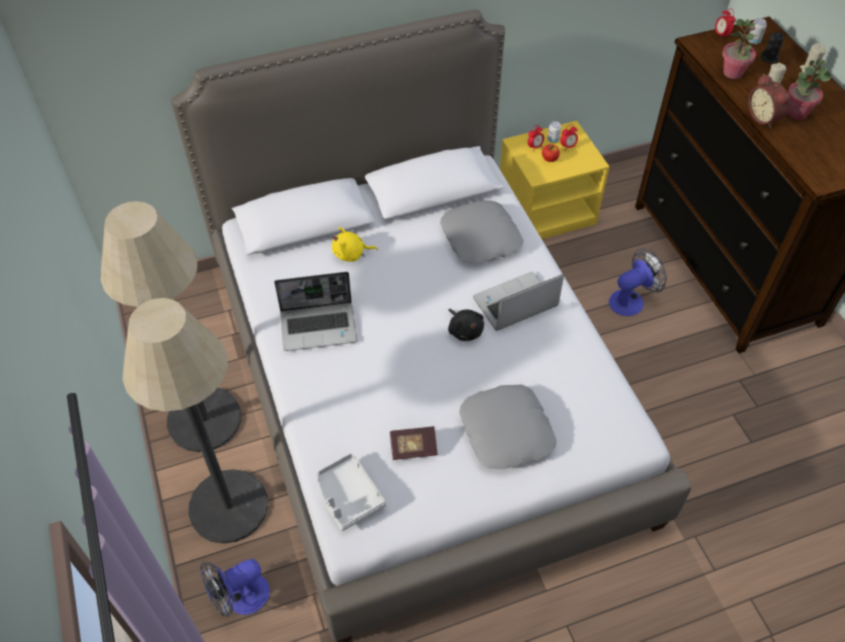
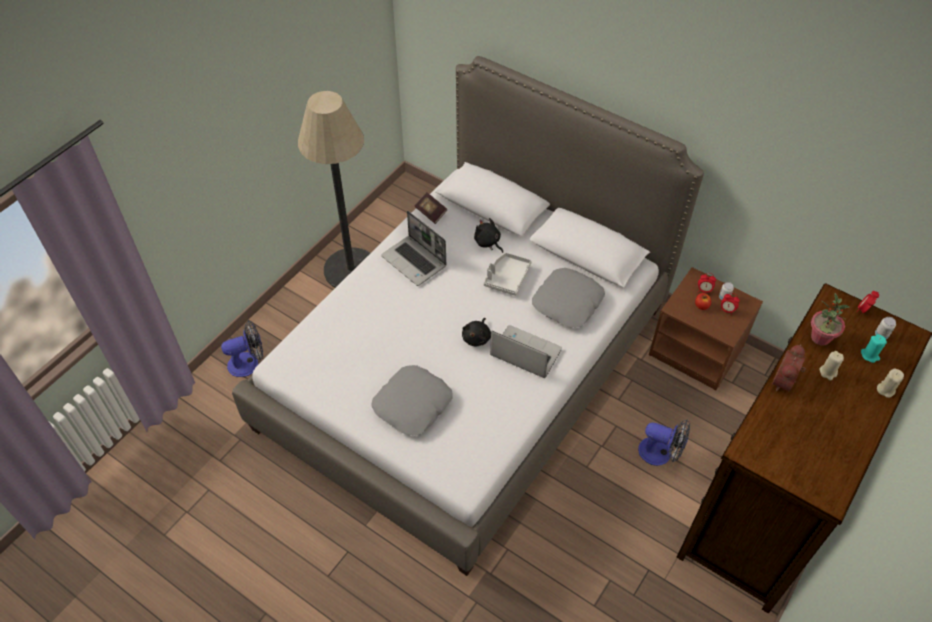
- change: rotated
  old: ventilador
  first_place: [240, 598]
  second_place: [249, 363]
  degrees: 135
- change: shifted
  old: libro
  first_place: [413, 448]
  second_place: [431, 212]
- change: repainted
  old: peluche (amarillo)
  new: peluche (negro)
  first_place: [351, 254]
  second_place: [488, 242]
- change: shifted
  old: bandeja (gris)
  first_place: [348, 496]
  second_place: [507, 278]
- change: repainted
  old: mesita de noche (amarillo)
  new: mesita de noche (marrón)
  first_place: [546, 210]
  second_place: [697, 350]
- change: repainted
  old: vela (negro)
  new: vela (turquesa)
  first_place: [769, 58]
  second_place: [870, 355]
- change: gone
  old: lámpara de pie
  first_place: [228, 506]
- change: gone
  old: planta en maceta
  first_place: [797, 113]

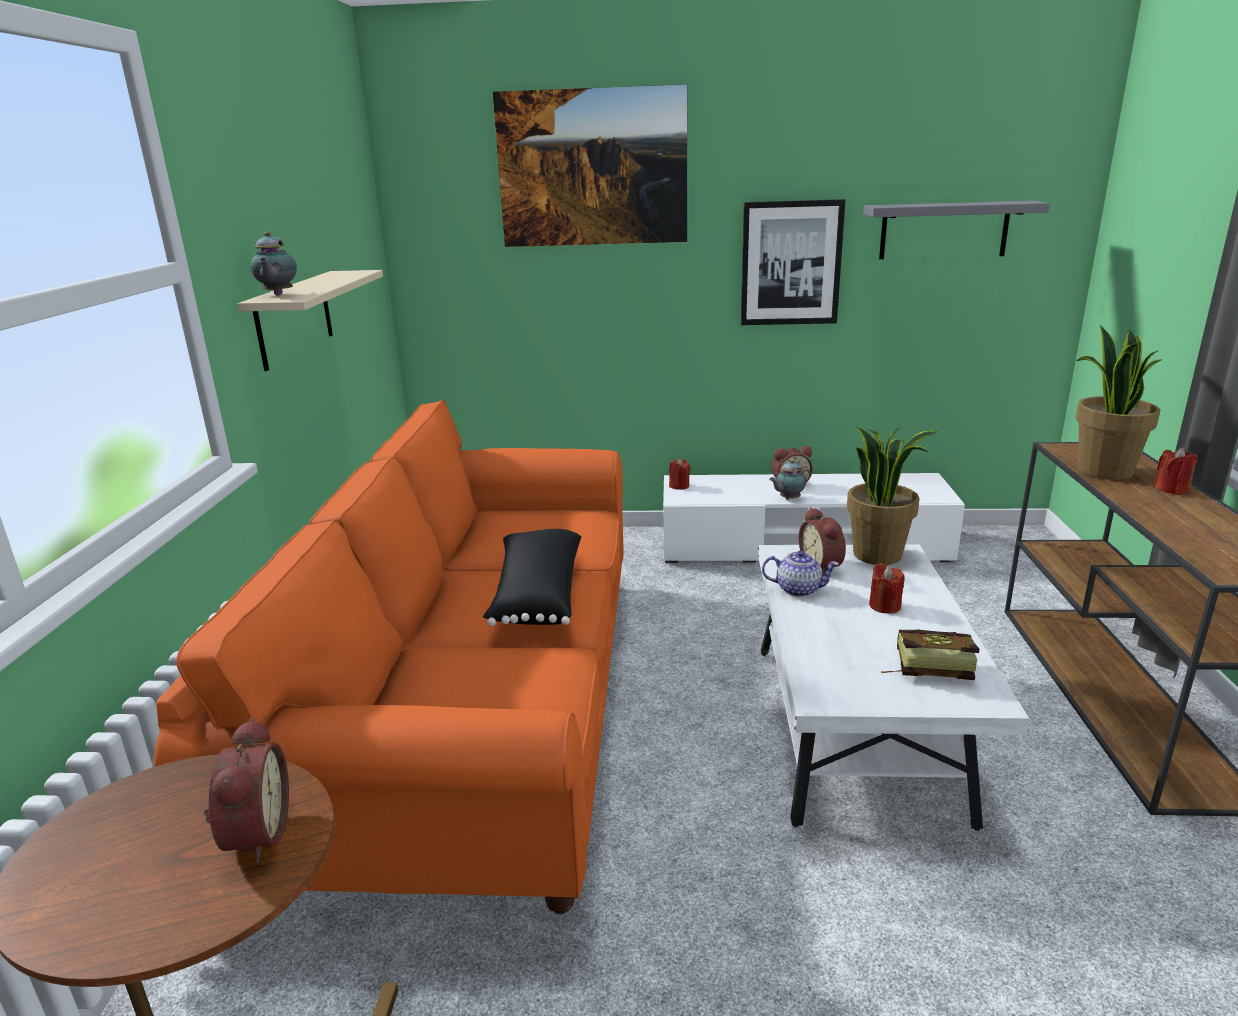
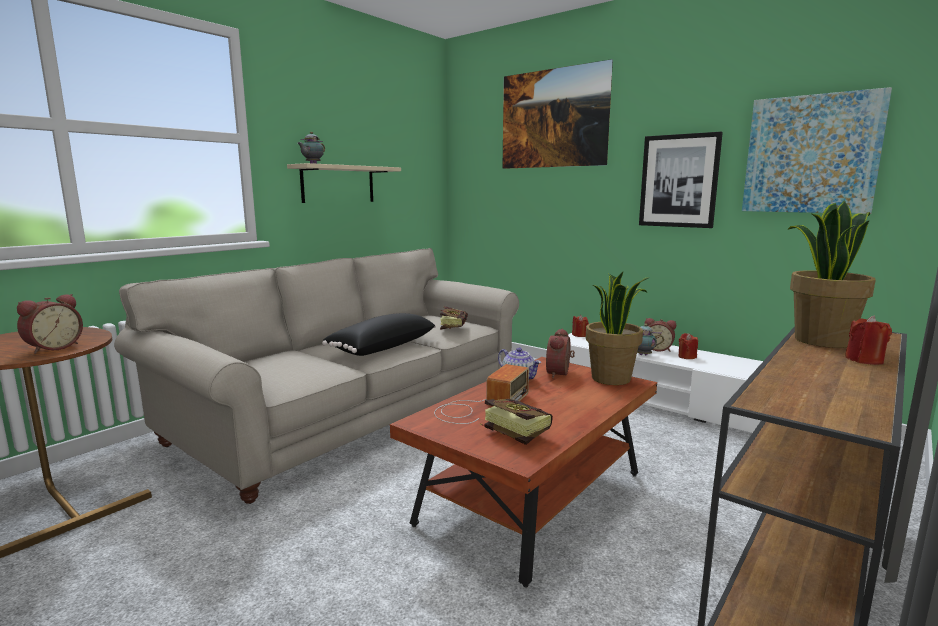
- change: repainted
  old: sofá (naranja)
  new: sofá (beis)
  first_place: [480, 704]
  second_place: [354, 412]
- change: repainted
  old: mesa de centro (blanco)
  new: mesa de centro (marrón)
  first_place: [855, 729]
  second_place: [533, 499]
- change: new
  new: radio
  second_place: [480, 406]
- change: new
  new: libro
  second_place: [454, 328]
- change: shifted
  old: vela (rojo)
  first_place: [884, 606]
  second_place: [687, 357]
- change: swapped
  old: estante (gris)
  new: cuadro
  first_place: [944, 230]
  second_place: [811, 154]

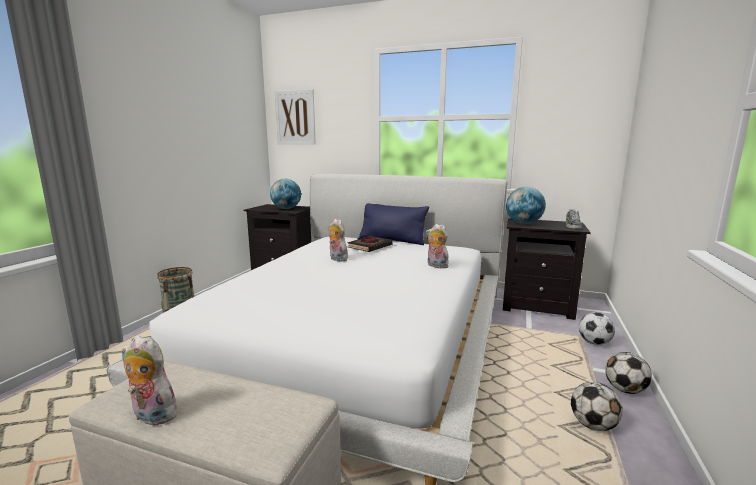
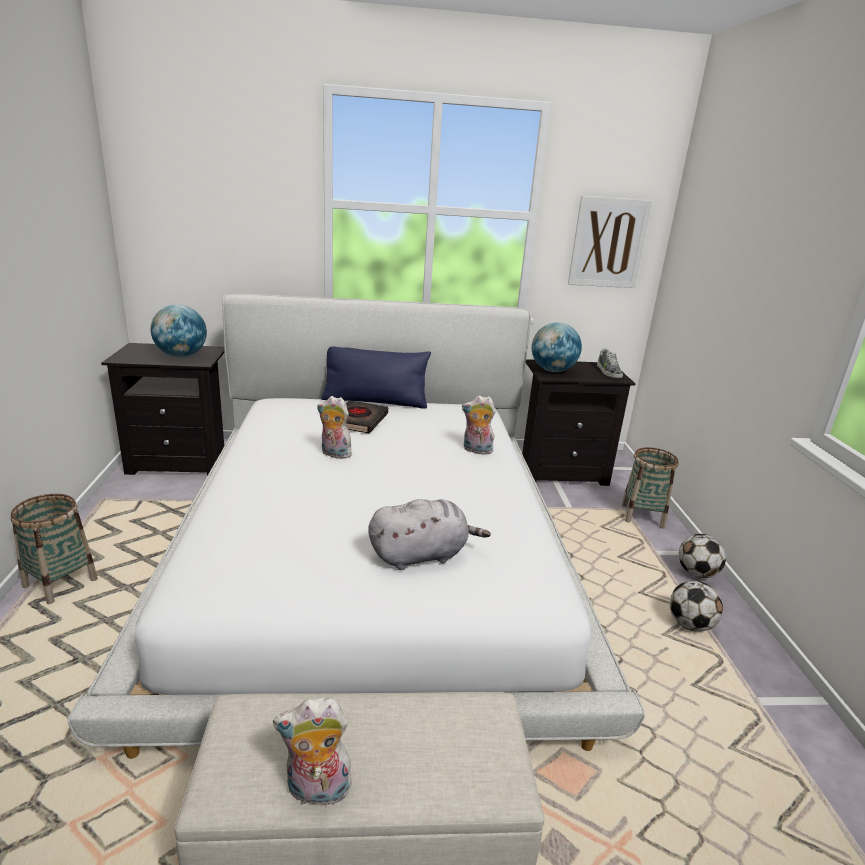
- change: new
  new: peluche (gris)
  second_place: [422, 555]
- change: shifted
  old: cuadro
  first_place: [295, 118]
  second_place: [608, 243]
- change: swapped
  old: balón de fútbol
  new: cesta
  first_place: [594, 343]
  second_place: [642, 516]

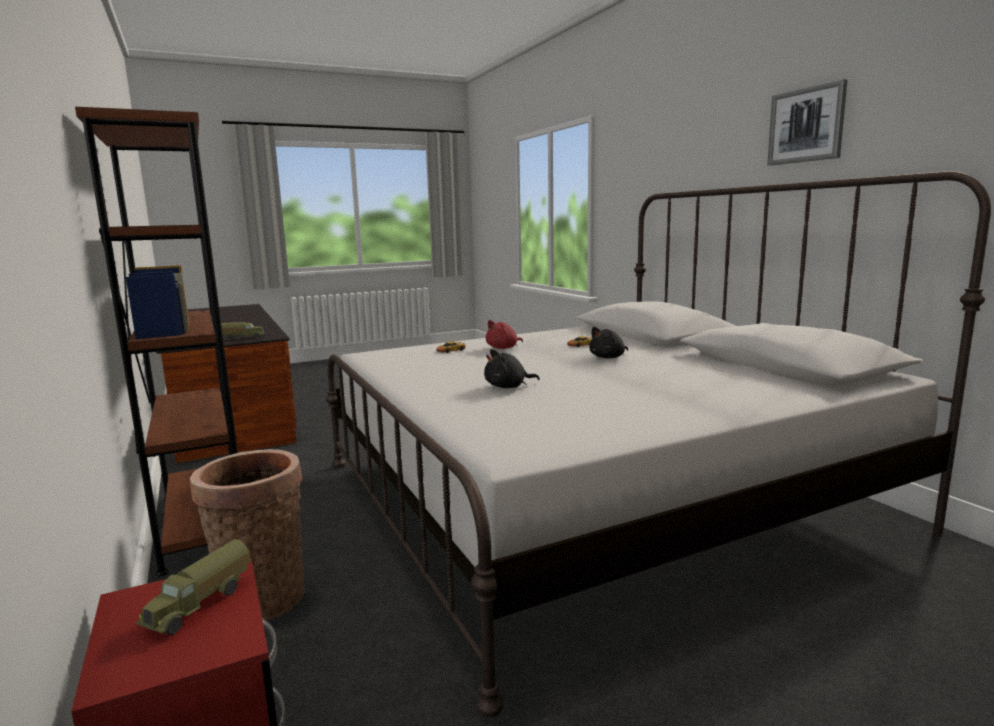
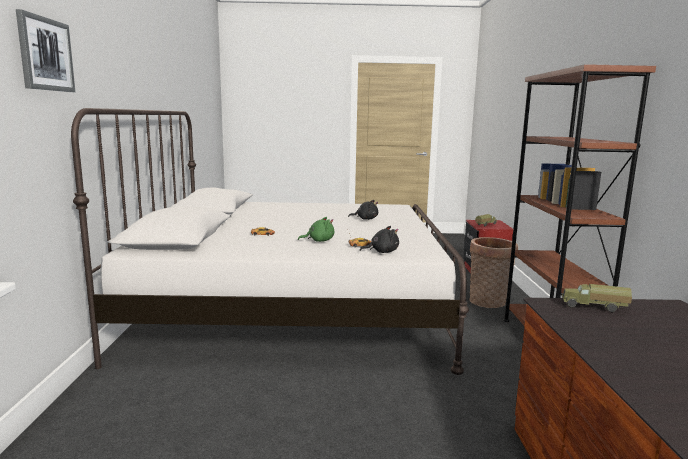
- change: shifted
  old: cuadro
  first_place: [806, 125]
  second_place: [45, 54]
- change: repainted
  old: peluche (rojo)
  new: peluche (verde)
  first_place: [503, 348]
  second_place: [319, 241]
- change: shifted
  old: peluche (negro)
  first_place: [608, 357]
  second_place: [382, 252]

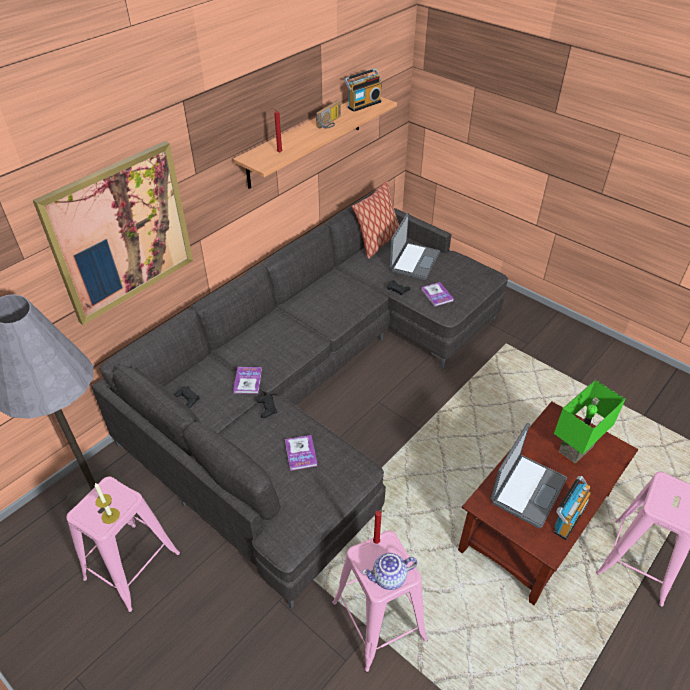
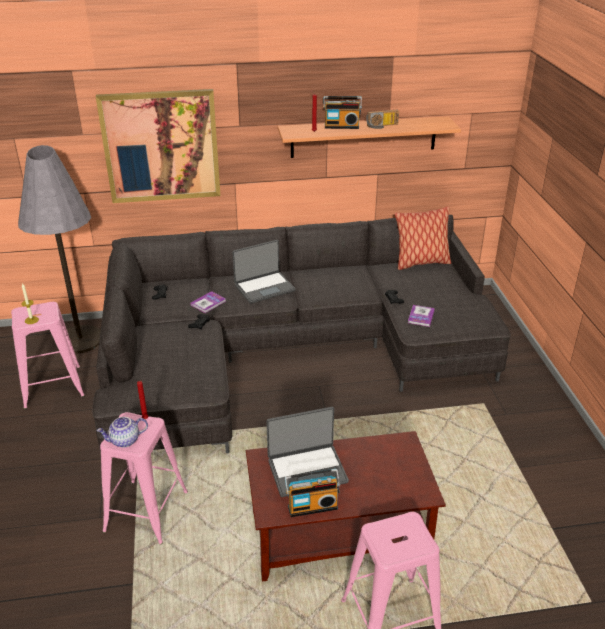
- change: rotated
  old: tetera
  first_place: [389, 578]
  second_place: [124, 441]
  degrees: -45
- change: shifted
  old: portátil
  first_place: [413, 261]
  second_place: [264, 287]
- change: shifted
  old: radio
  first_place: [363, 104]
  second_place: [341, 126]
- change: gone
  old: libro
  first_place: [301, 453]
- change: gone
  old: lámpara de mesa (verde)
  first_place: [574, 447]

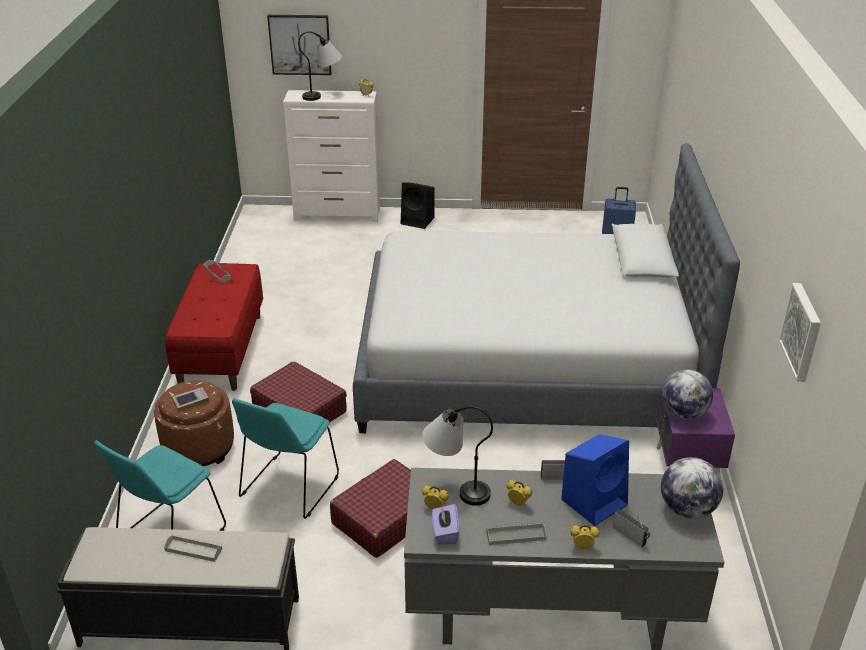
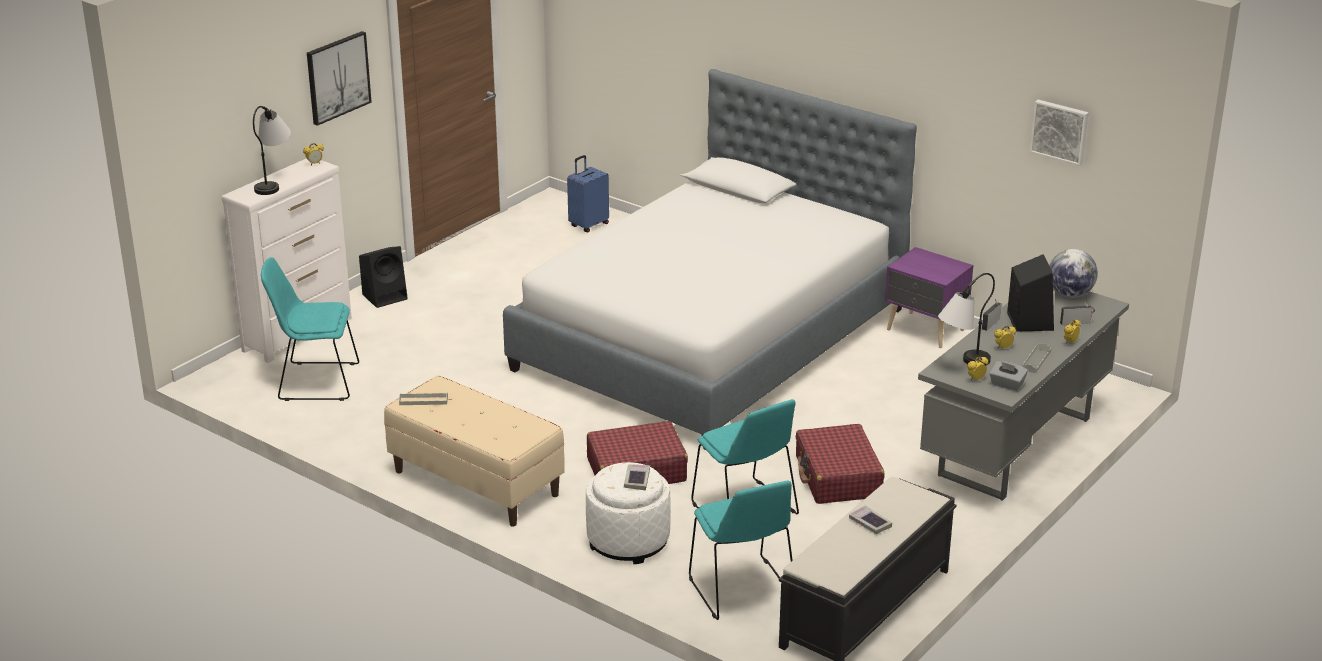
- change: new
  new: silla (turquesa)
  second_place: [315, 381]
- change: shifted
  old: cuadro
  first_place: [300, 44]
  second_place: [337, 77]
- change: repainted
  old: banco (rojo)
  new: banco (beis)
  first_place: [221, 350]
  second_place: [475, 483]
- change: repainted
  old: puf (marrón)
  new: puf (blanco)
  first_place: [198, 447]
  second_place: [628, 541]
- change: swapped
  old: bandeja (gris)
  new: libro
  first_place: [193, 550]
  second_place: [870, 523]
- change: repainted
  old: caja de pañuelos (morado)
  new: caja de pañuelos (gris)
  first_place: [445, 533]
  second_place: [1007, 384]
- change: repainted
  old: altavoz (azul)
  new: altavoz (negro)
  first_place: [595, 501]
  second_place: [1029, 321]
- change: gone
  old: globo terráqueo
  first_place: [683, 413]

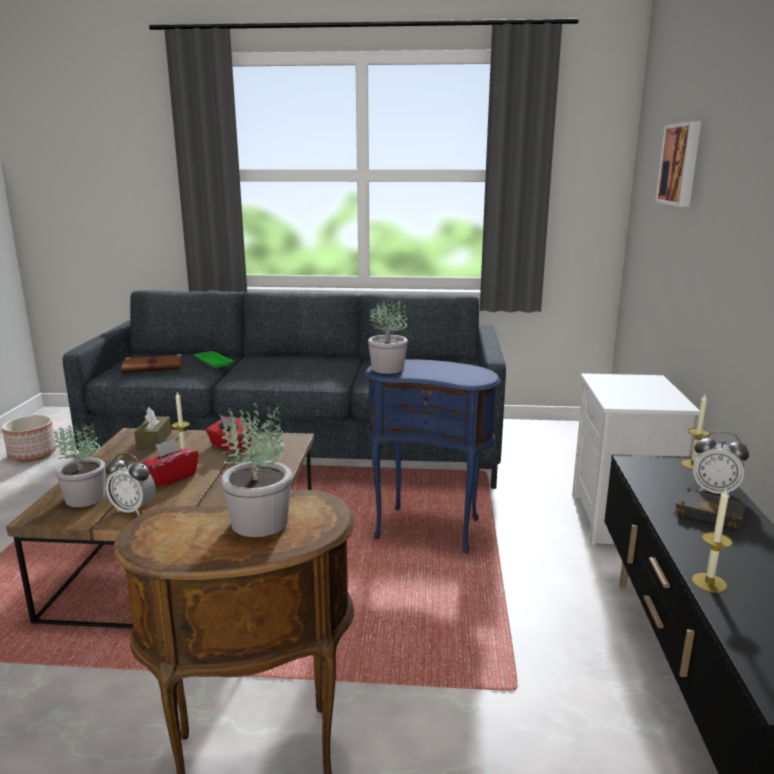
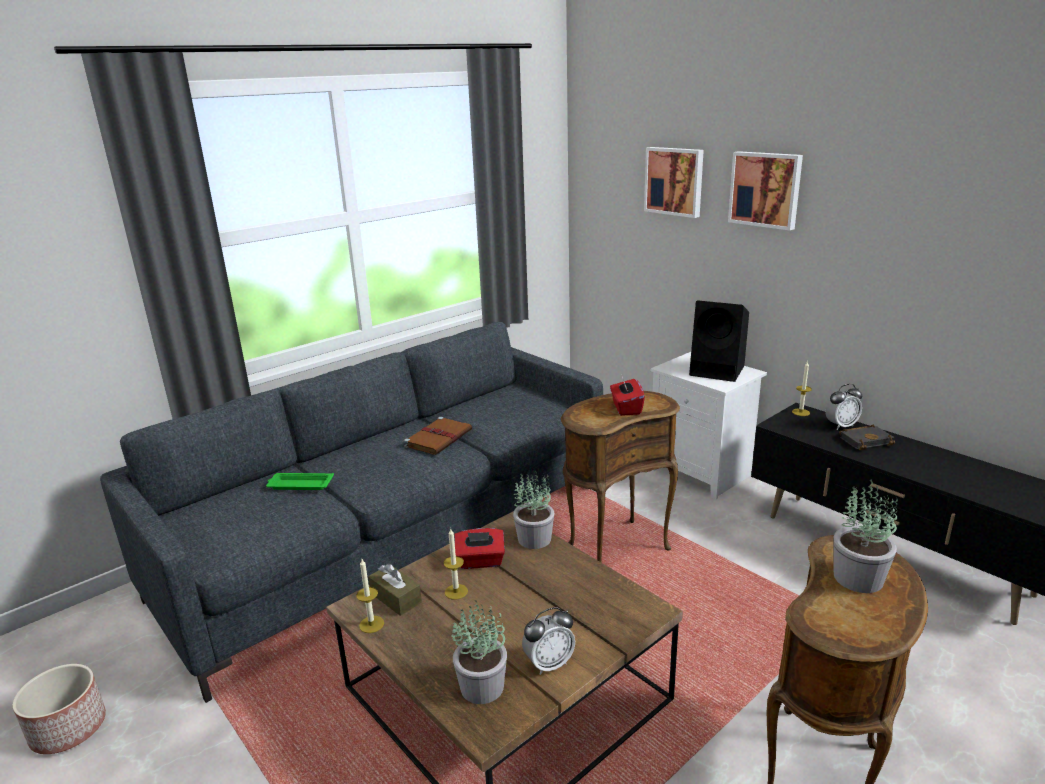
- change: shifted
  old: vela
  first_place: [709, 582]
  second_place: [371, 624]
- change: shifted
  old: libro (marrón)
  first_place: [154, 367]
  second_place: [439, 438]
- change: shifted
  old: planta en maceta
  first_place: [388, 368]
  second_place: [535, 538]
- change: repainted
  old: mesa auxiliar (azul)
  new: mesa auxiliar (marrón)
  first_place: [429, 527]
  second_place: [615, 546]
- change: shifted
  old: caja de pañuelos (rojo)
  first_place: [171, 477]
  second_place: [626, 408]
- change: new
  new: altavoz (negro)
  second_place: [718, 371]
- change: new
  new: cuadro
  second_place: [765, 189]

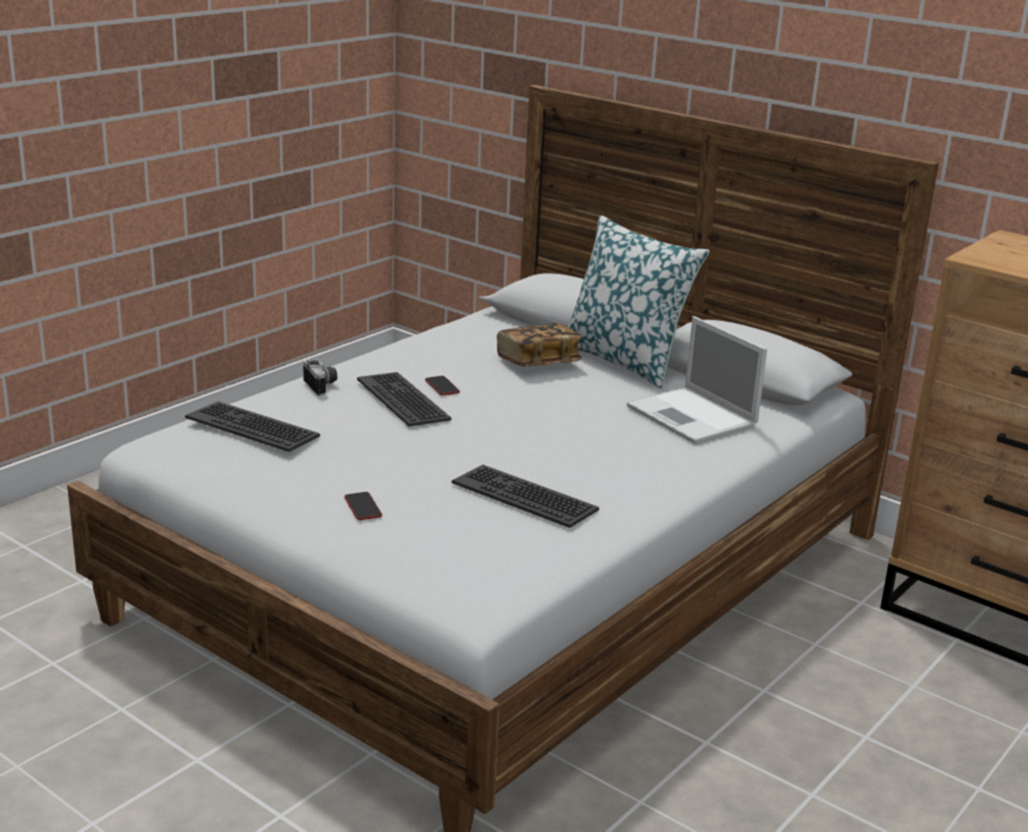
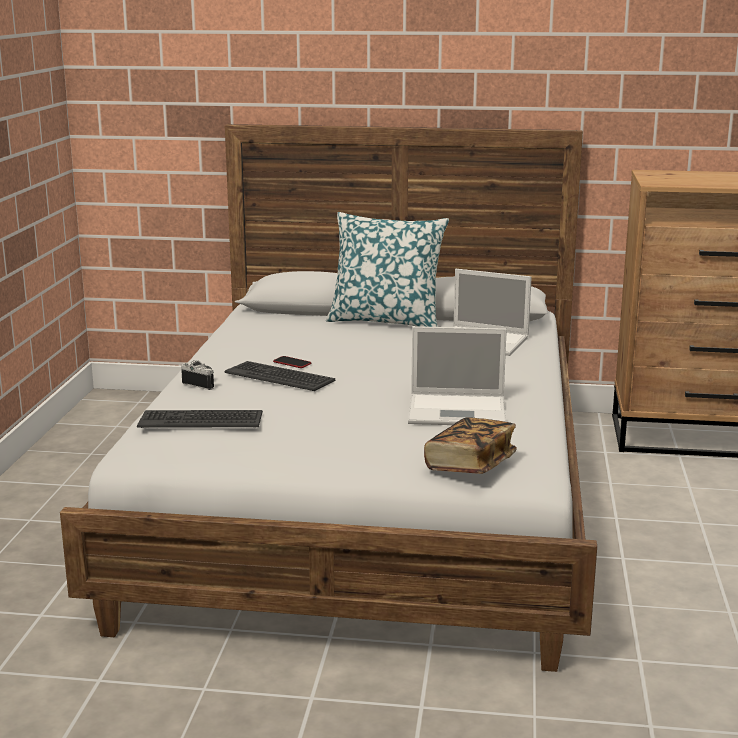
- change: swapped
  old: teclado
  new: portátil
  first_place: [525, 496]
  second_place: [459, 411]
- change: shifted
  old: libro
  first_place: [538, 362]
  second_place: [470, 465]
- change: gone
  old: móvil
  first_place: [363, 507]

